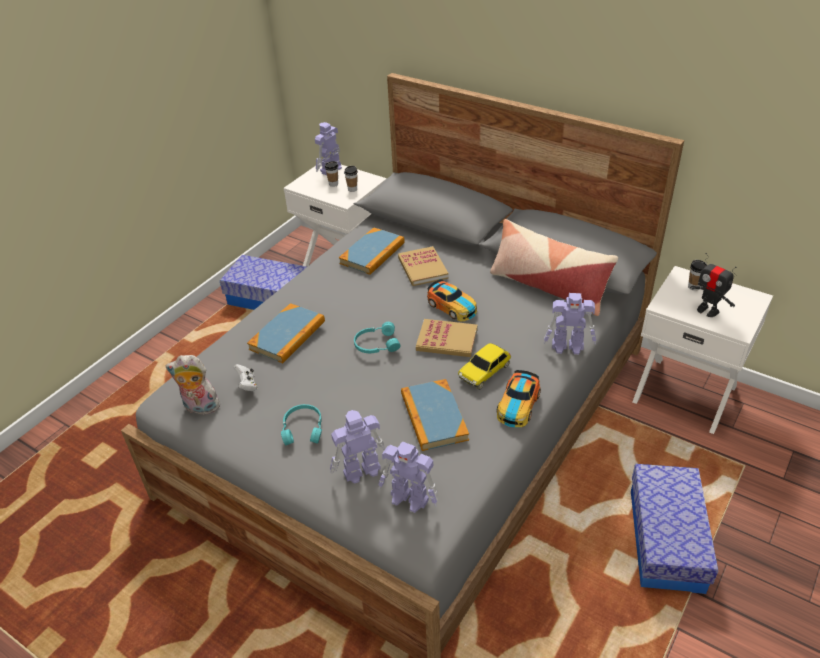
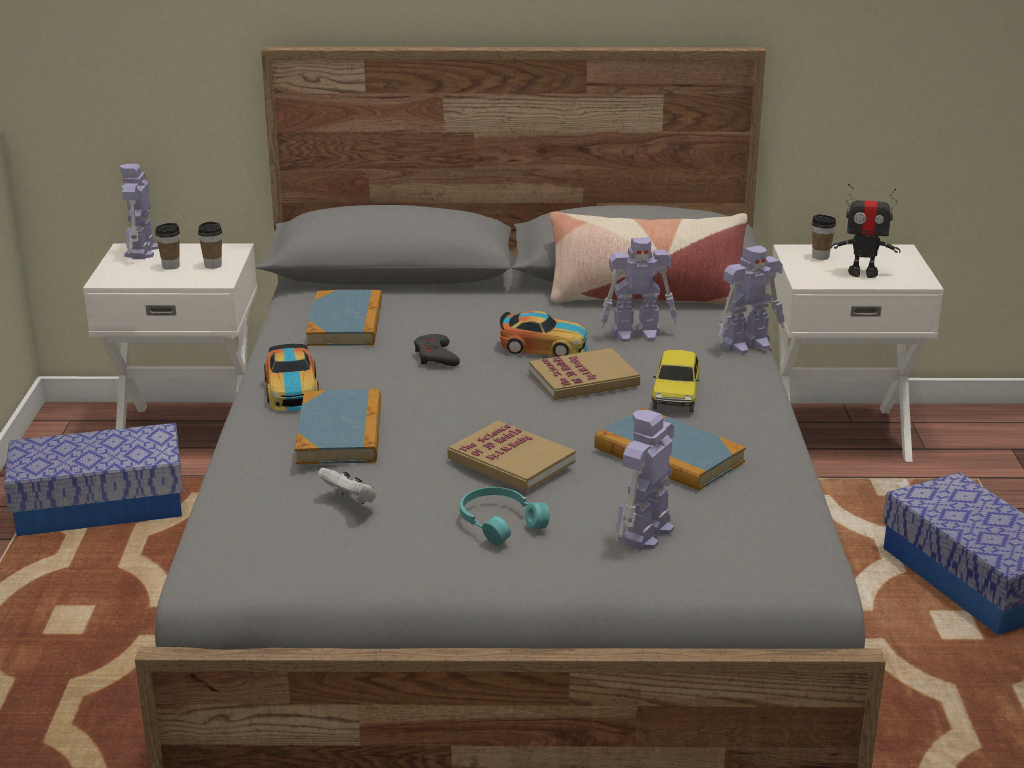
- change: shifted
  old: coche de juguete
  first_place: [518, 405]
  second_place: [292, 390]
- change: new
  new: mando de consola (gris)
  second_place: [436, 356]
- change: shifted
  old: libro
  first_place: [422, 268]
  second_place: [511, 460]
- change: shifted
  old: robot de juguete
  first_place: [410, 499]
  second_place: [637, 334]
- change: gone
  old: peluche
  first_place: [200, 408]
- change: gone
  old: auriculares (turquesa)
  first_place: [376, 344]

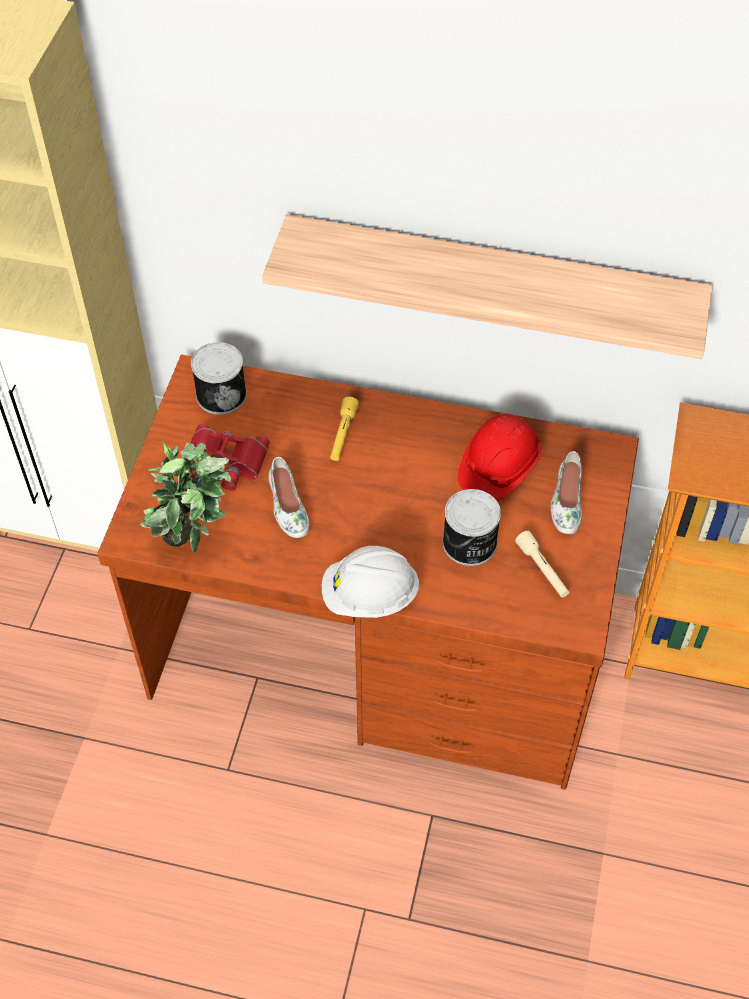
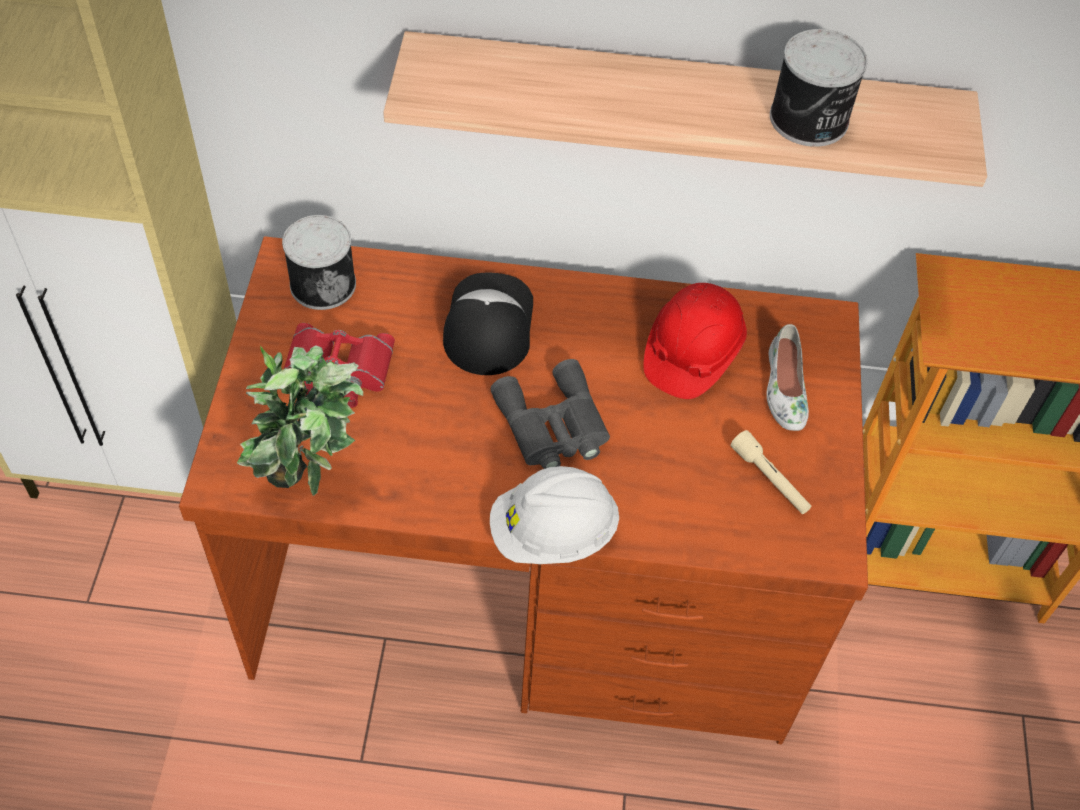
- change: swapped
  old: linterna (amarillo)
  new: gorra
  first_place: [343, 434]
  second_place: [487, 324]
- change: new
  new: prismáticos (gris)
  second_place: [552, 427]
- change: shifted
  old: lata
  first_place: [470, 544]
  second_place: [810, 120]
- change: gone
  old: zapato (blanco)
  first_place: [287, 506]

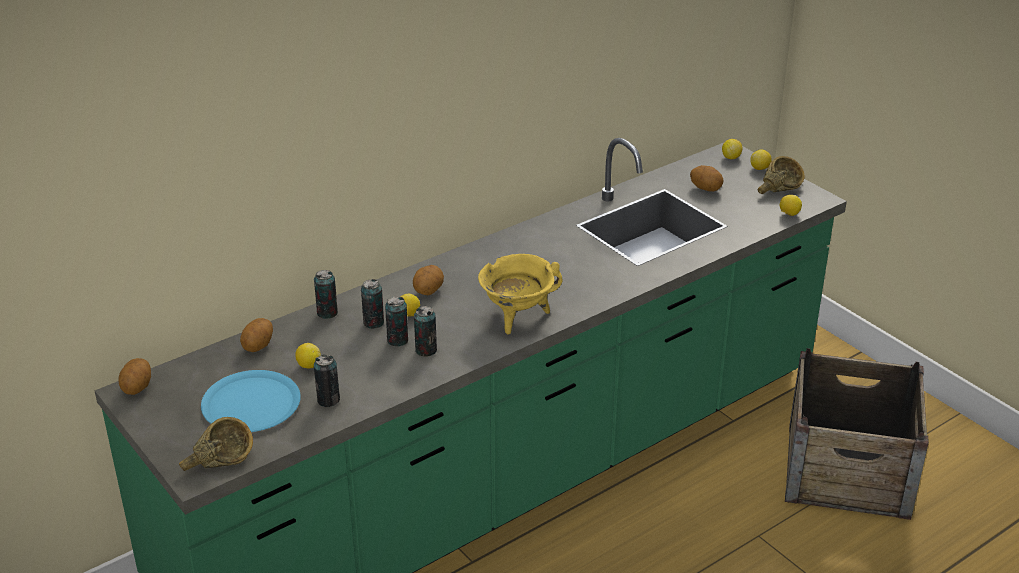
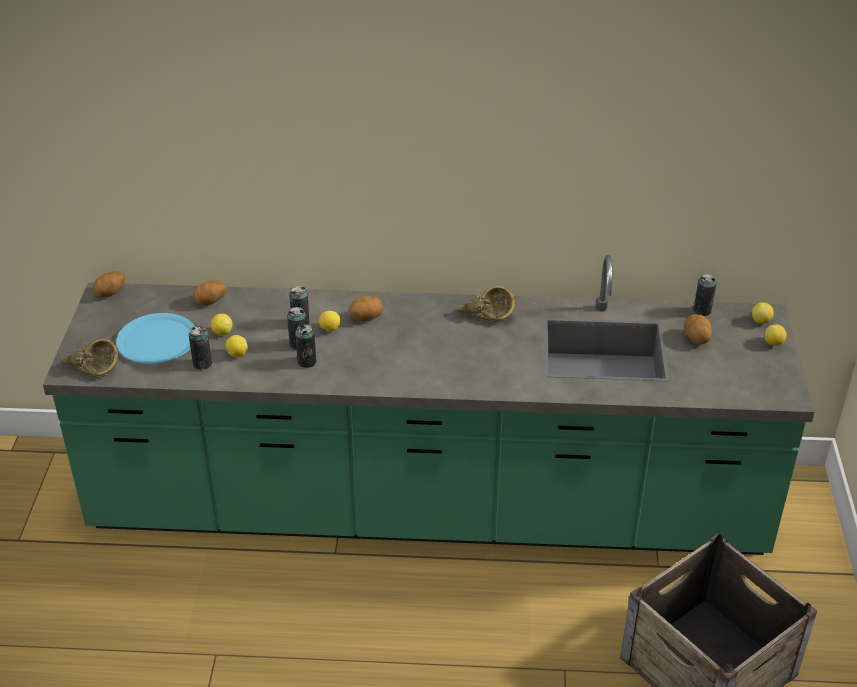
- change: shifted
  old: limón
  first_place: [789, 214]
  second_place: [237, 354]
- change: shifted
  old: cuenco (marrón)
  first_place: [779, 189]
  second_place: [485, 316]
- change: shifted
  old: lata
  first_place: [327, 313]
  second_place: [702, 311]
- change: gone
  old: olla (amarillo)
  first_place: [517, 317]

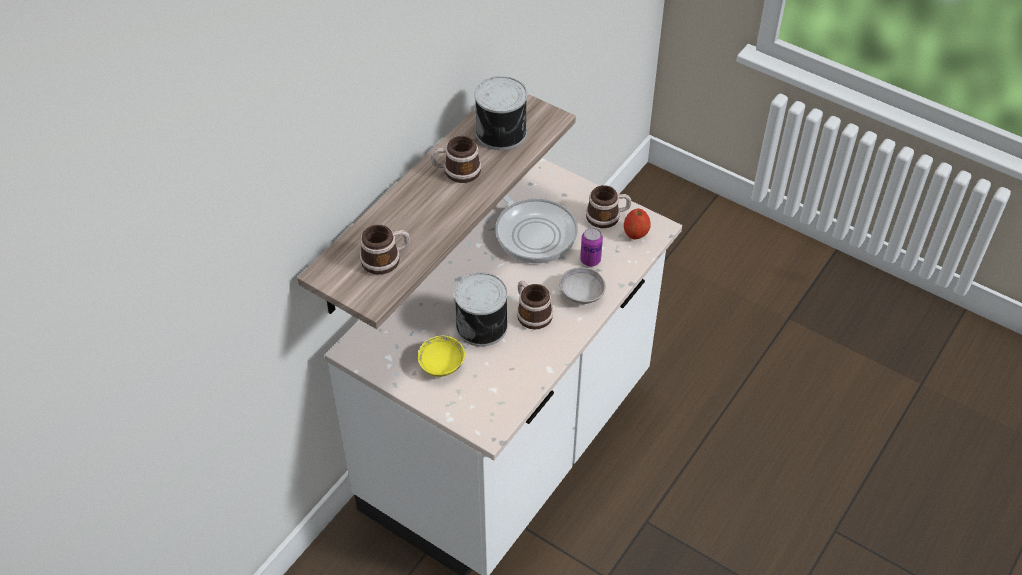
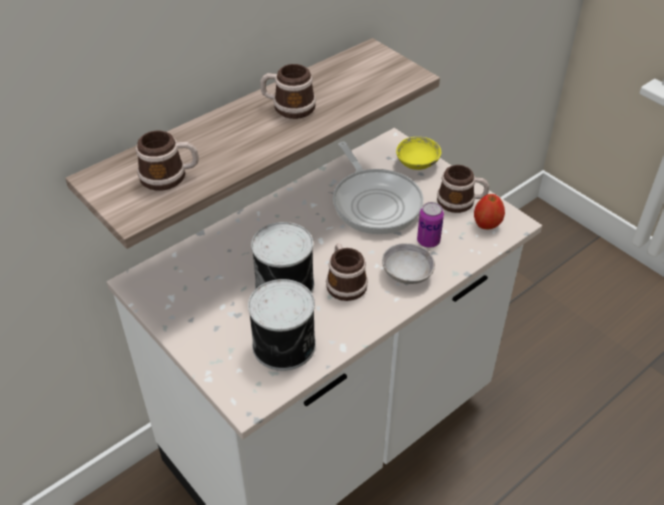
- change: shifted
  old: lata
  first_place: [502, 132]
  second_place: [285, 345]
- change: shifted
  old: cuenco (amarillo)
  first_place: [441, 365]
  second_place: [417, 163]

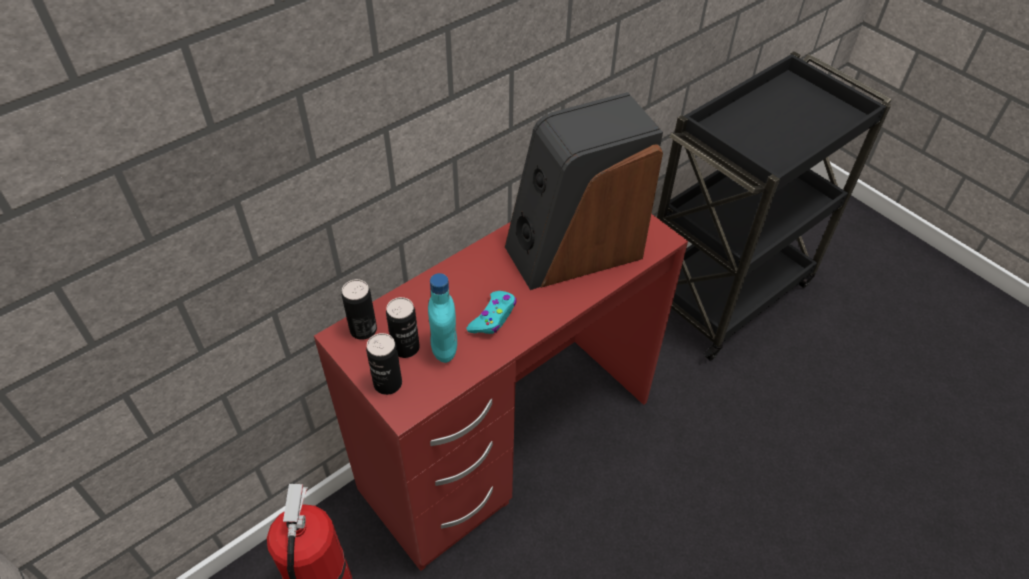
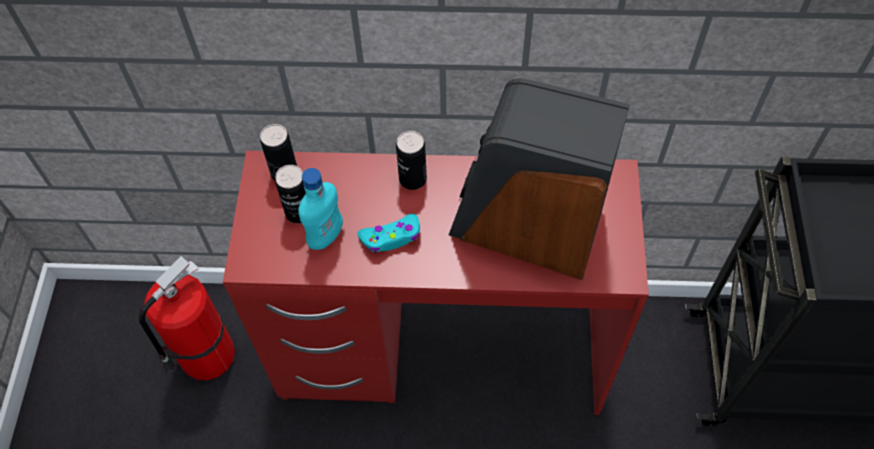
- change: shifted
  old: lata
  first_place: [388, 383]
  second_place: [412, 179]

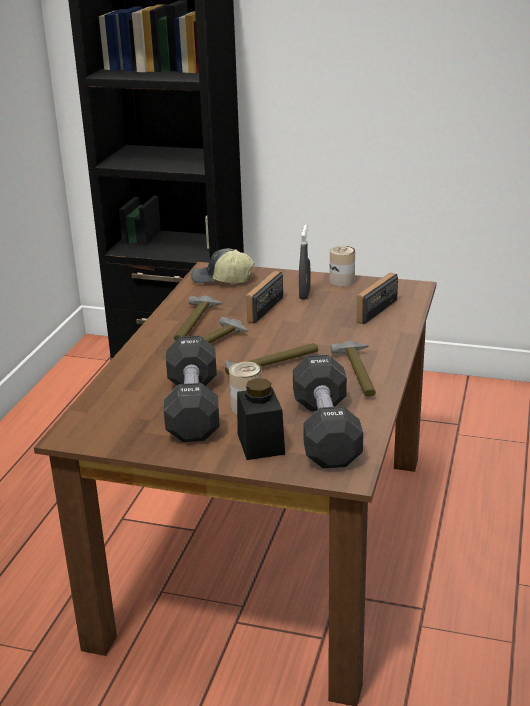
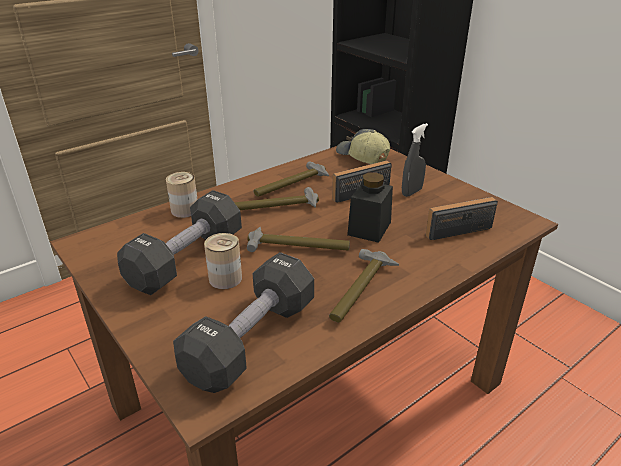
- change: shifted
  old: lata
  first_place: [342, 281]
  second_place: [185, 210]
- change: shifted
  old: tarro (negro)
  first_place: [260, 443]
  second_place: [369, 228]

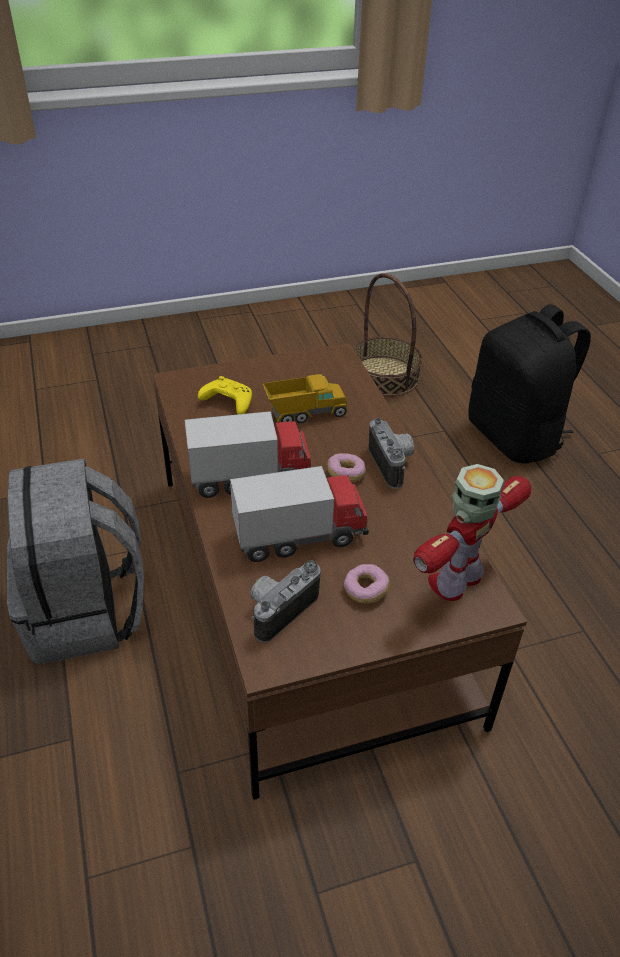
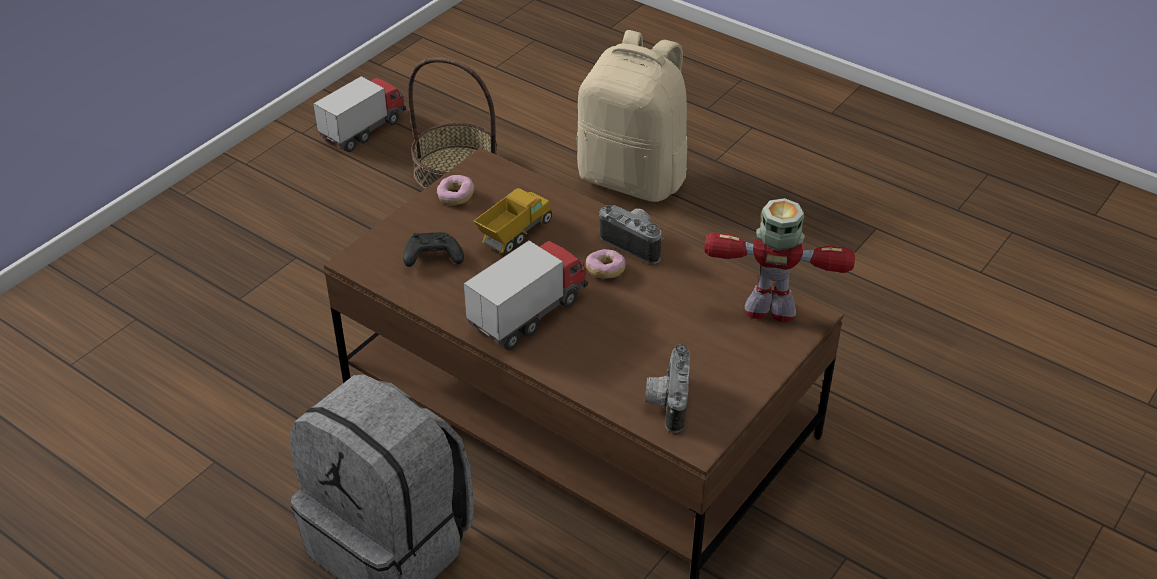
- change: shifted
  old: camión de juguete
  first_place: [299, 536]
  second_place: [364, 130]
- change: repainted
  old: mando de consola (amarillo)
  new: mando de consola (negro)
  first_place: [227, 403]
  second_place: [431, 258]
- change: shifted
  old: rosquilla
  first_place: [366, 590]
  second_place: [456, 196]
- change: repainted
  old: mochila (negro)
  new: mochila (beis)
  first_place: [515, 437]
  second_place: [634, 178]
- change: rotated
  old: robot de juguete
  first_place: [457, 580]
  second_place: [771, 310]
  degrees: 90

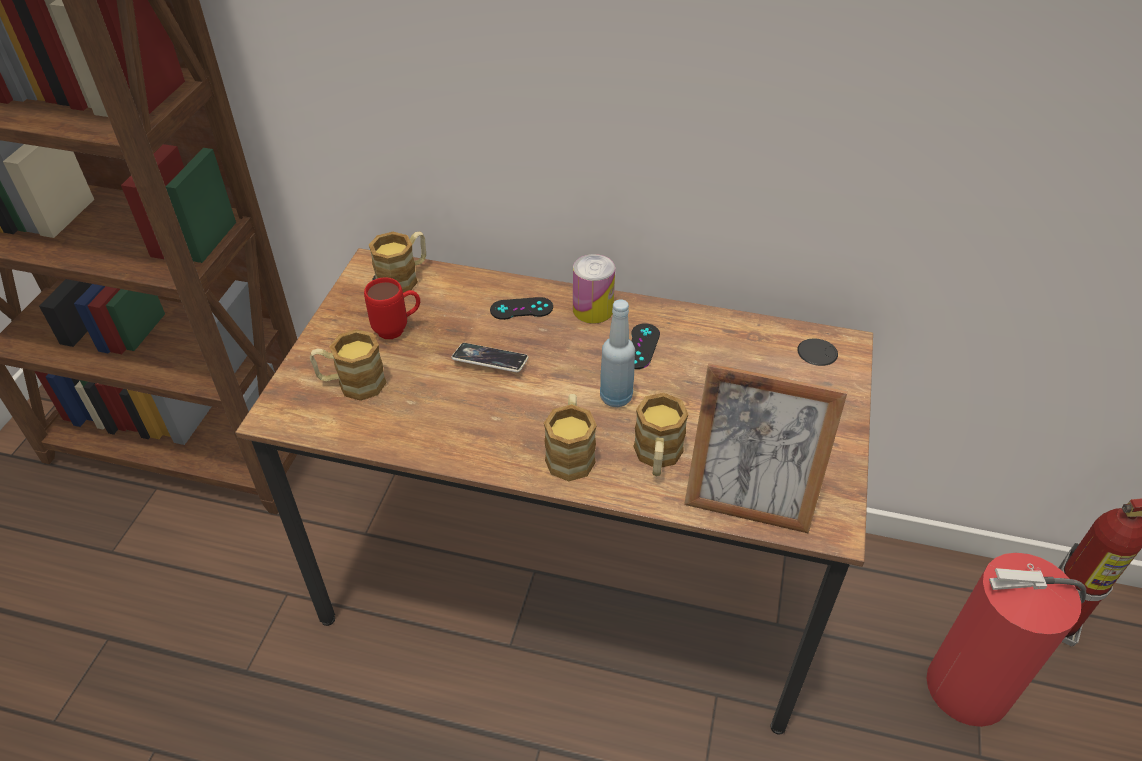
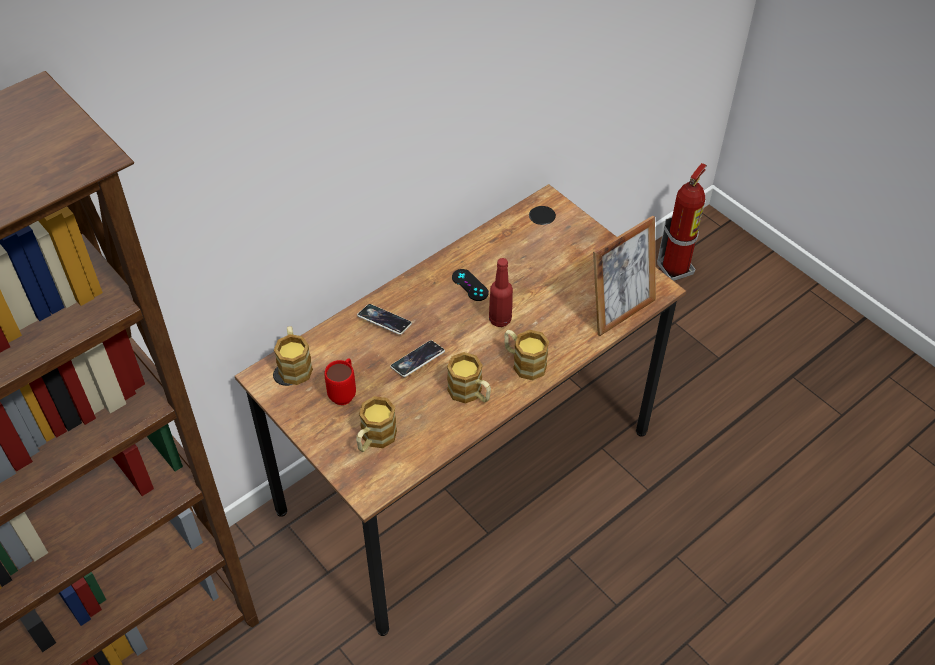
- change: swapped
  old: mando de consola (negro)
  new: móvil
  first_place: [521, 309]
  second_place: [384, 321]
- change: shifted
  old: taza grande
  first_place: [657, 457]
  second_place: [470, 393]
- change: repainted
  old: botella (azul)
  new: botella (rojo)
  first_place: [616, 397]
  second_place: [500, 319]
- change: gone
  old: lata
  first_place: [593, 309]
- change: gone
  old: extintor
  first_place: [972, 687]

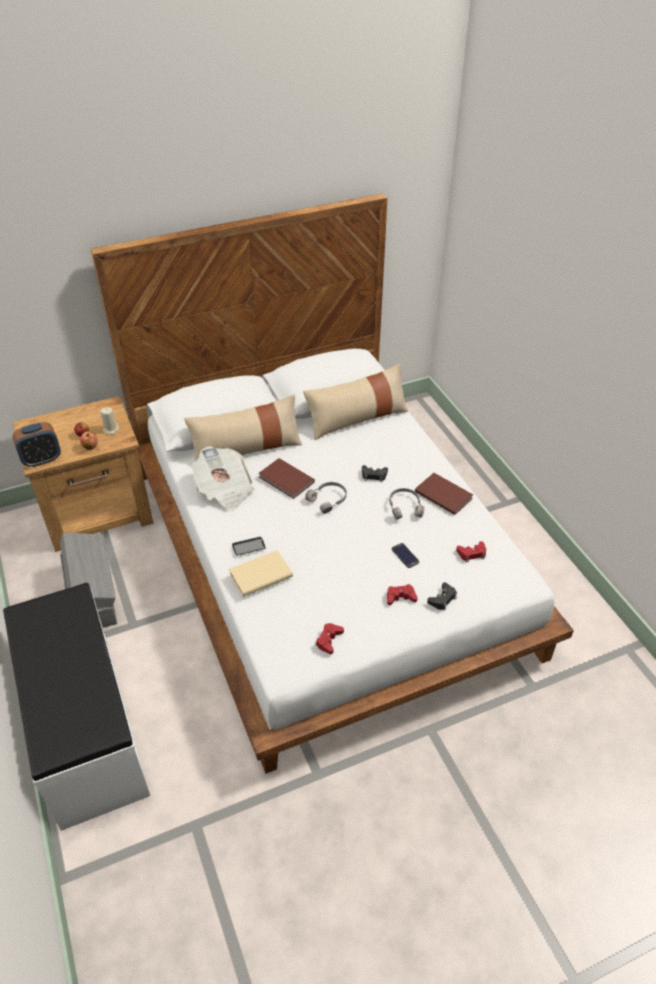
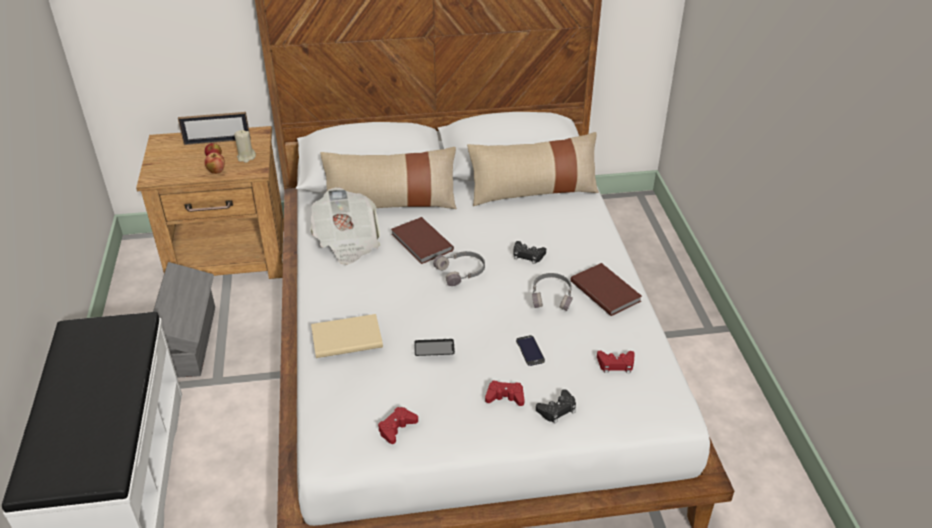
- change: new
  new: portarretratos
  second_place: [217, 141]
- change: shifted
  old: móvil
  first_place: [248, 547]
  second_place: [434, 348]
- change: gone
  old: despertador
  first_place: [42, 459]

